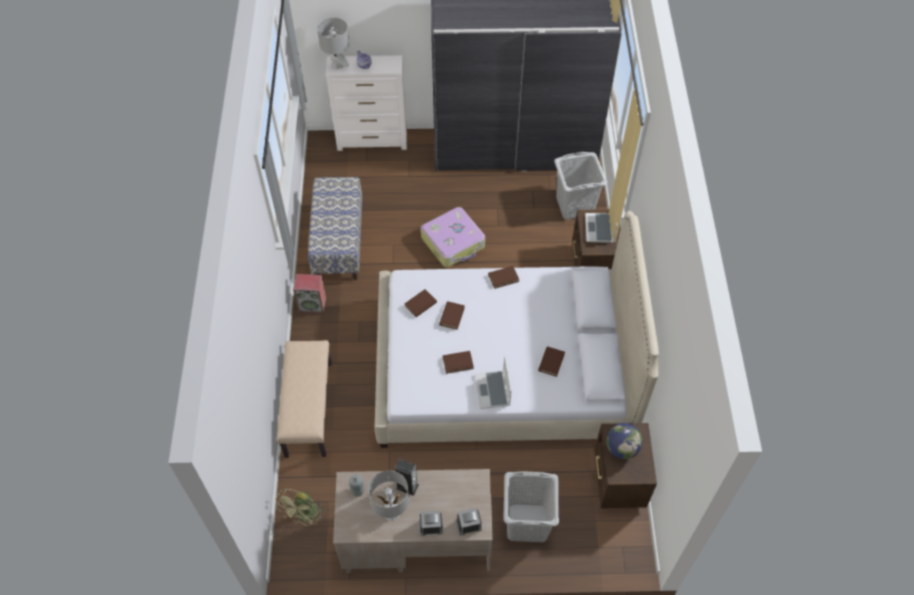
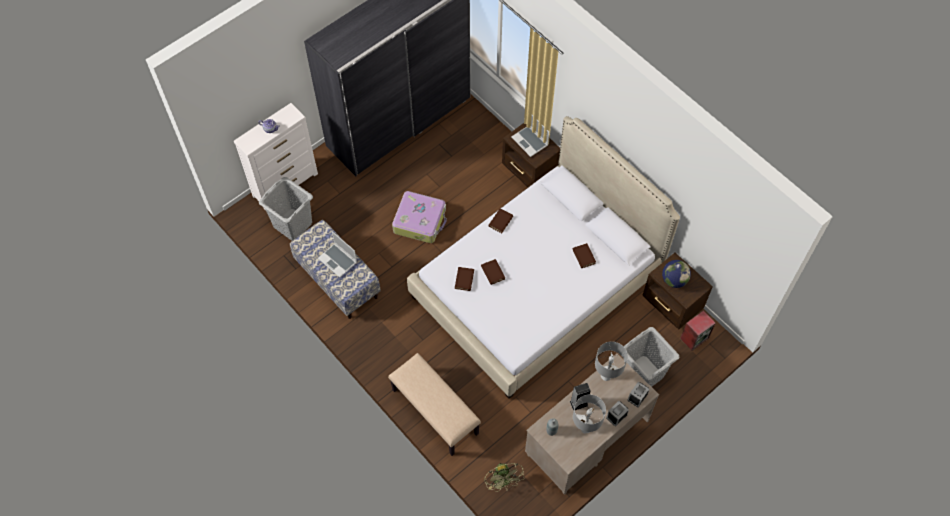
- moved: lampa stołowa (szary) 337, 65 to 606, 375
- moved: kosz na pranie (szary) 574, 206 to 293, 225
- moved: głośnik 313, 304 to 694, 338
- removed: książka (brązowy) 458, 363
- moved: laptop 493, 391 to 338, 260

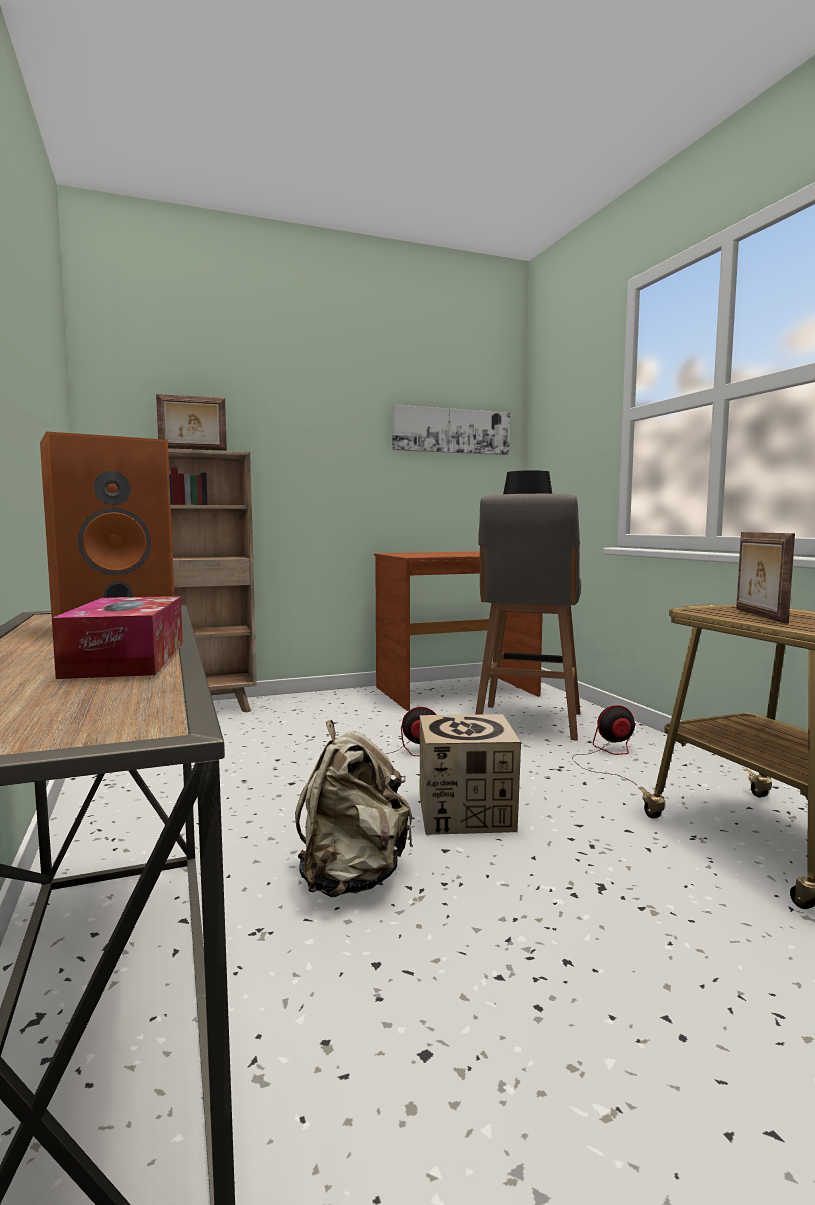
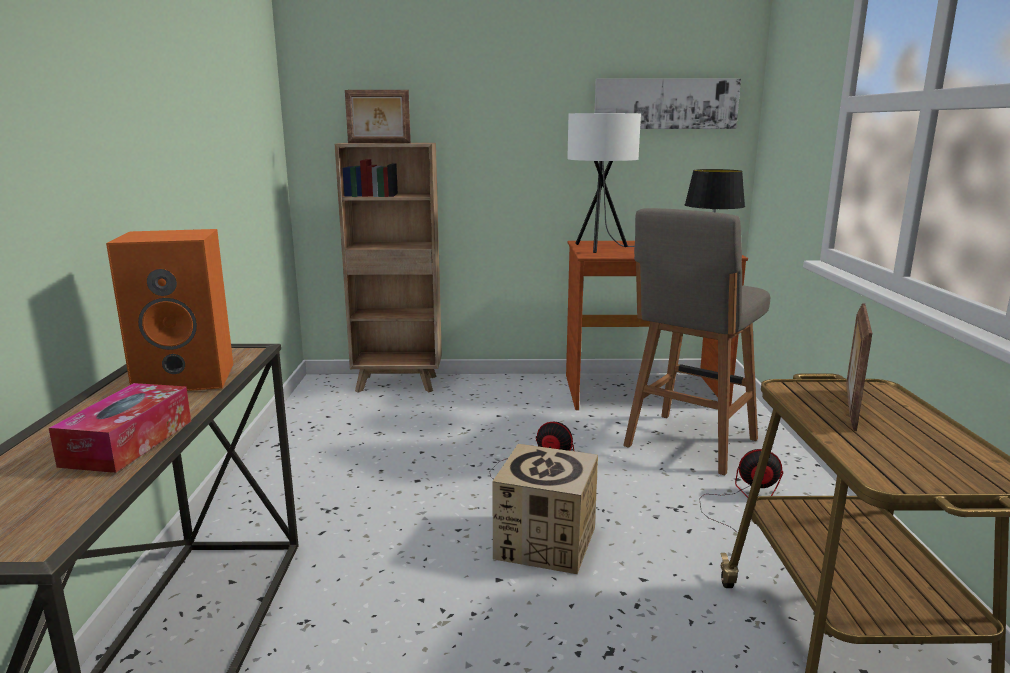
- removed: plecak (beżowy) 352, 877
- added: lampa stołowa (biały) 602, 249

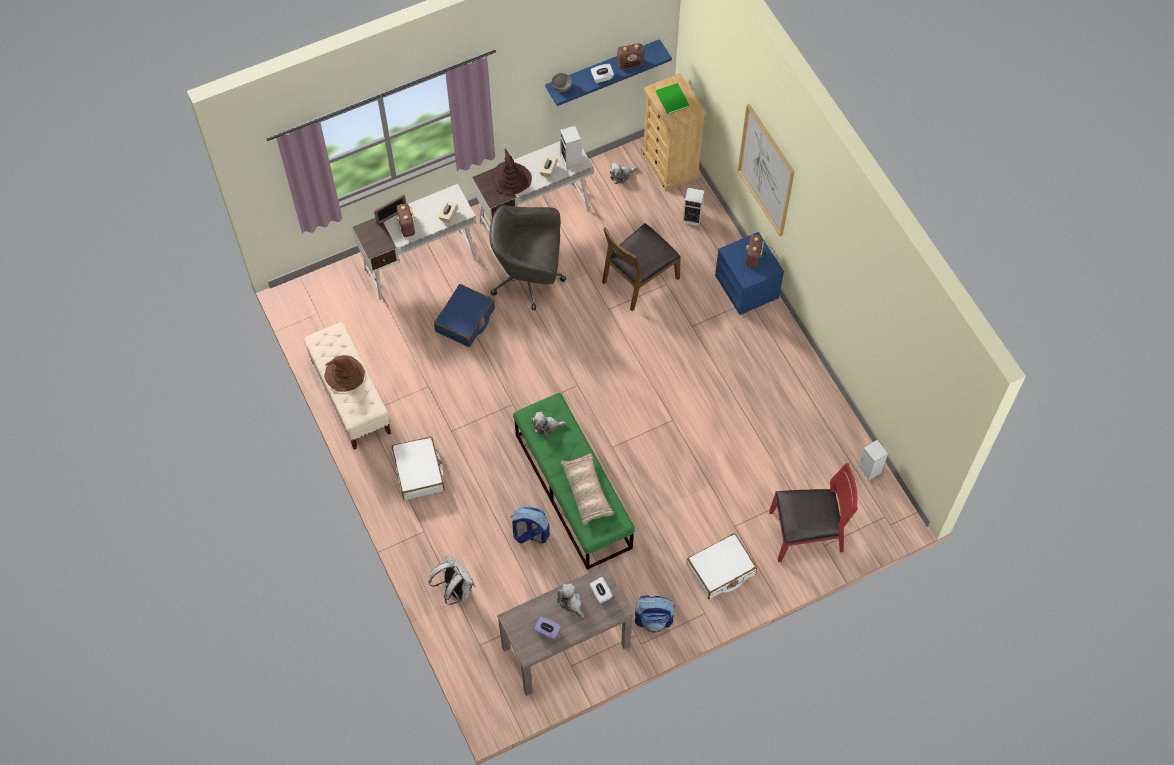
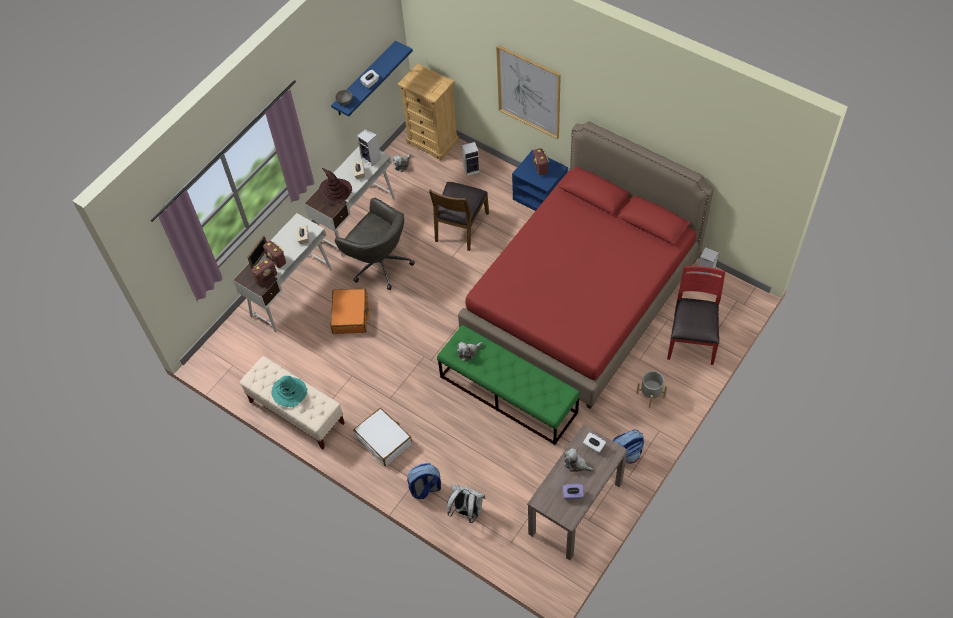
- moved: radio 630, 64 to 266, 278
- removed: książka (zielony) 672, 100
- turned: krzesło biurowe (szary) 529, 278 = 379, 263 120 degrees counterclockwise
- recoloured: walizka (niebieski) 465, 320 to walizka (pomarańczowy) 350, 315
- recoloured: kapelusz (brązowy) 344, 374 to kapelusz (turkusowy) 289, 392
- removed: poduszka 587, 491
- turned: krzesło (czerwony) 807, 533 = 692, 338 45 degrees counterclockwise
- moved: plecak 530, 534 to 425, 489
- replaced: walizka (biały) 721, 570 to donica (szary) 650, 395
- added: łóżko (czerwony) 581, 297

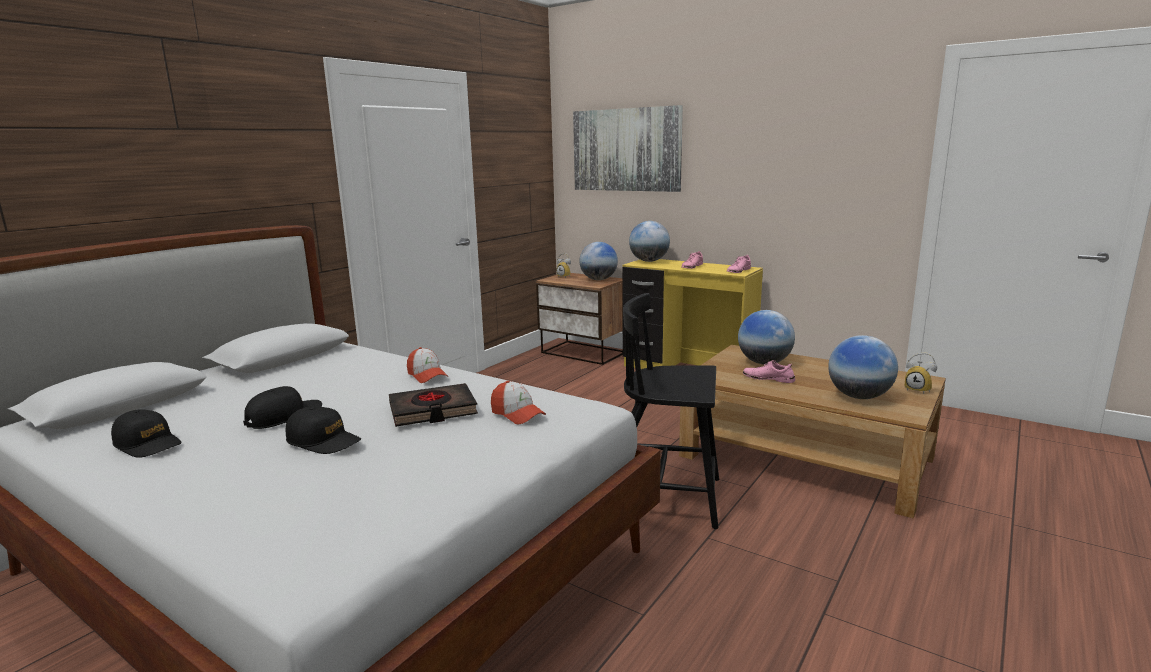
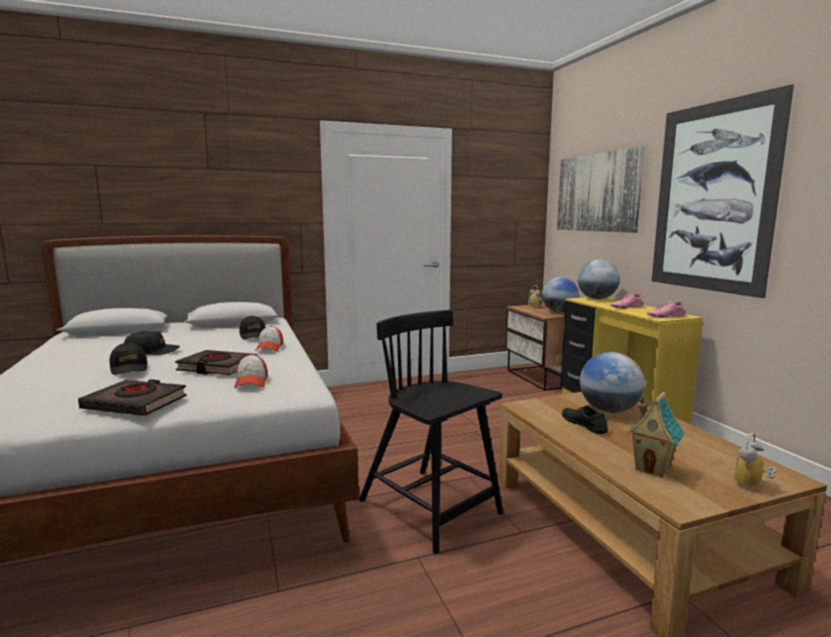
- replaced: globus 859, 396 to domek 653, 468
- turned: budzik 919, 390 = 752, 486 60 degrees clockwise
- recoloured: but (różowy) 768, 378 to but (czarny) 584, 424
- moved: czapka z daszkiem (czarny) 148, 444 to 253, 335
- added: obraz 712, 198
- added: książka (czarny) 135, 403

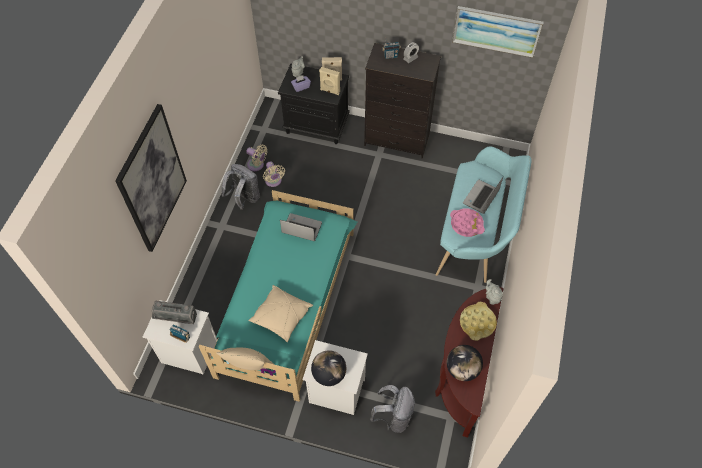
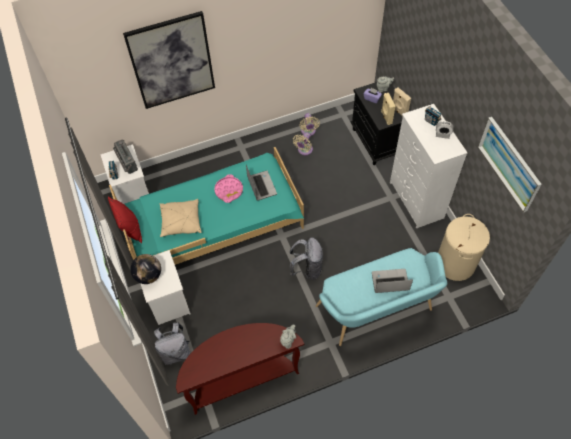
- recoloured: komoda (czarny) 397, 140 to komoda (biały) 416, 201
- moved: plecak (szary) 244, 198 to 307, 269
- moved: taca (różowy) 466, 224 to 229, 190
- removed: taca (żółty) 477, 323
- removed: globus 462, 369
- recoloured: poduszka (beżowy) 249, 366 to poduszka (czerwony) 130, 229
- added: kosz na pranie (beżowy) 455, 263

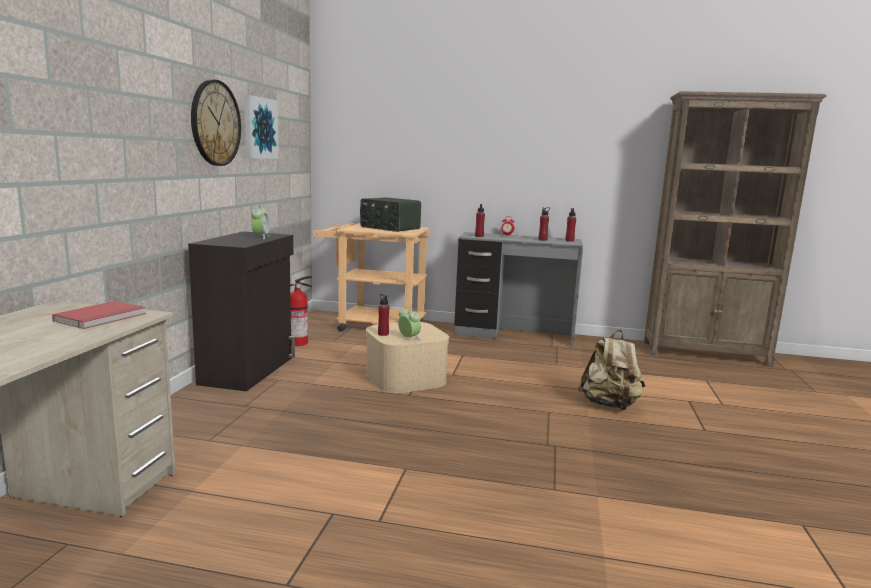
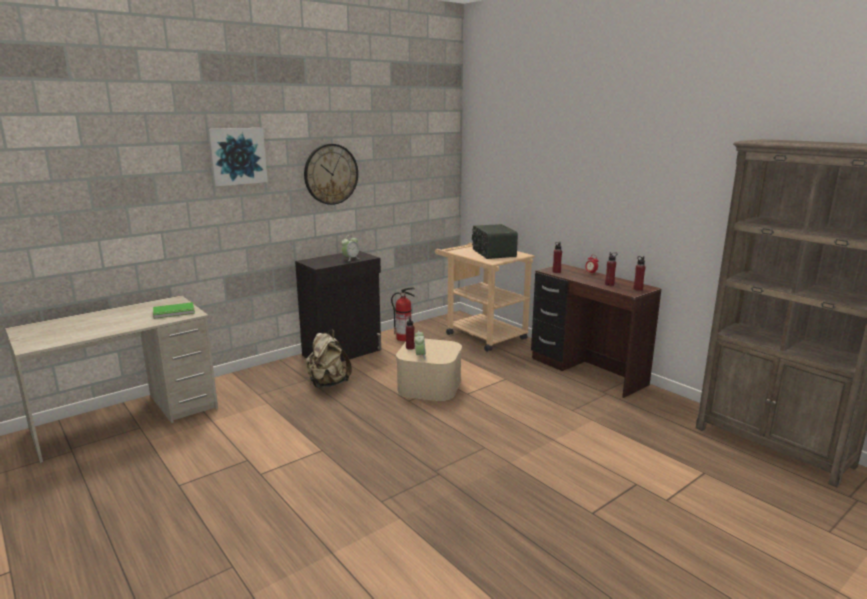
- moved: obraz 259, 128 to 237, 156
- recoloured: biurko (szary) 514, 335 to biurko (brązowy) 586, 372
- recoloured: książka (czerwony) 102, 318 to książka (zielony) 174, 312
- moved: plecak (beżowy) 609, 405 to 327, 384

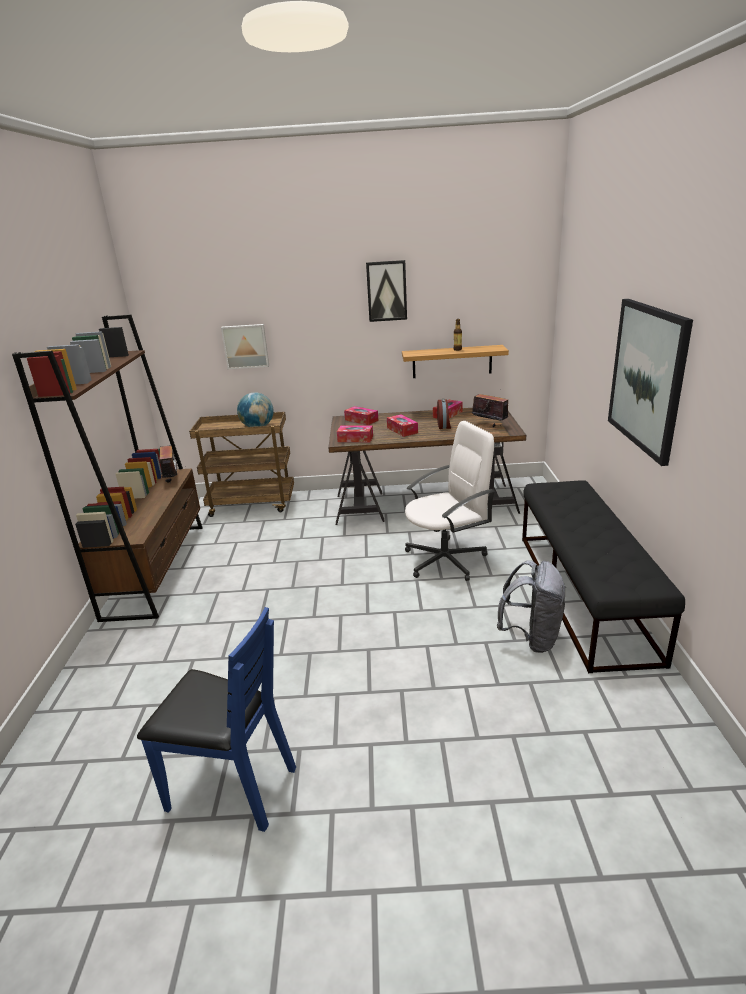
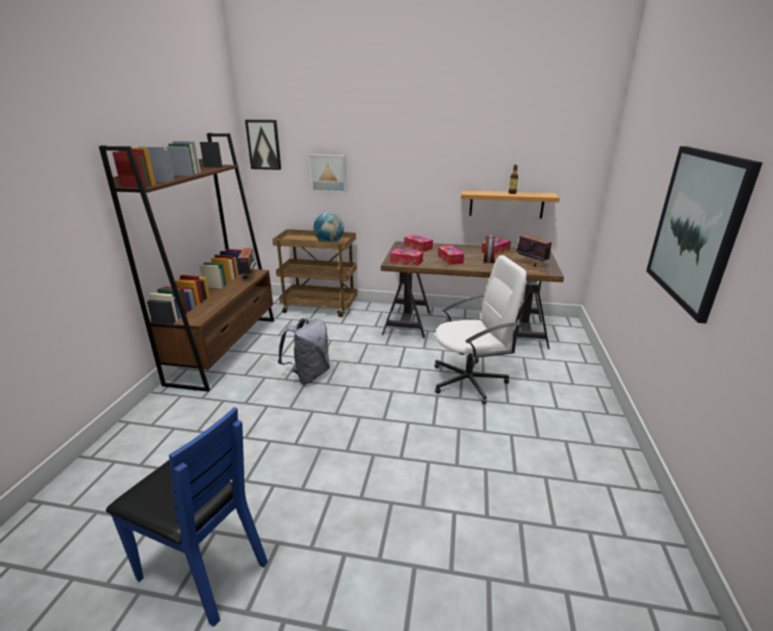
- moved: obraz 386, 291 to 264, 144
- removed: ławka (czarny) 584, 593
- moved: plecak (szary) 532, 638 to 309, 375

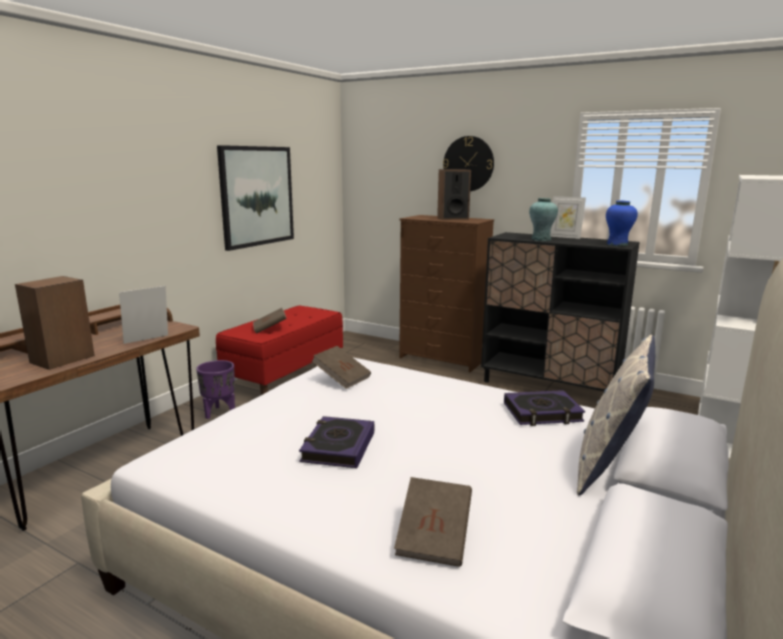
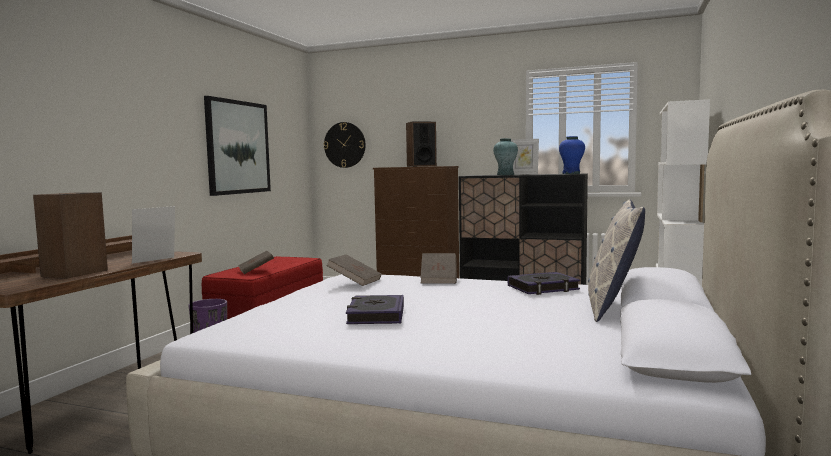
- moved: zegar ścienny 468, 164 to 345, 145
- moved: książka (brązowy) 434, 538 to 439, 279

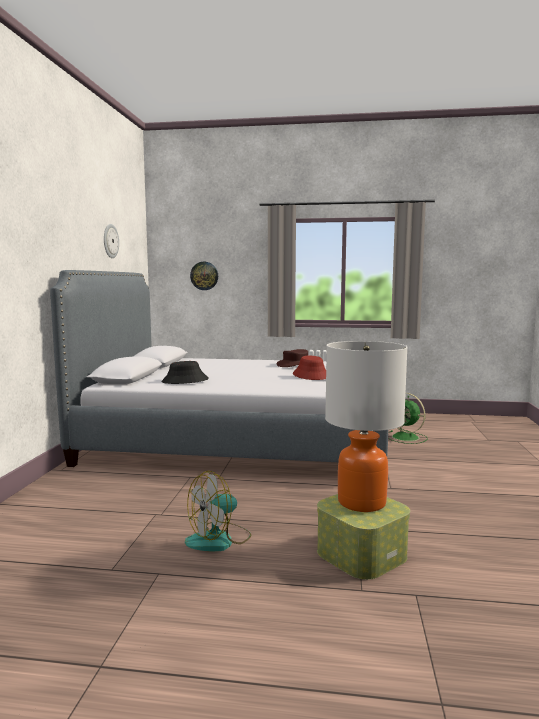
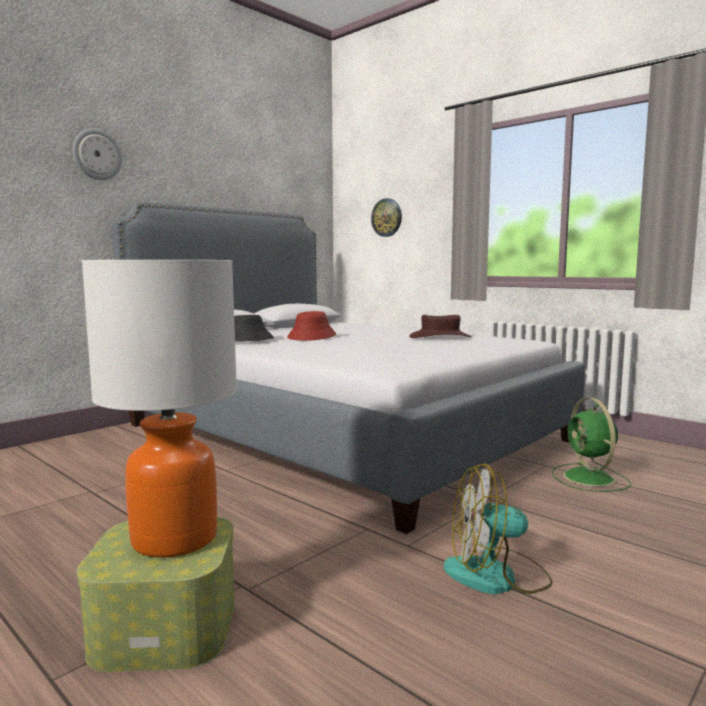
- moved: zegar ścienny 110, 241 to 97, 154
- moved: kapelusz (czerwony) 311, 375 to 312, 336
- moved: wentylator 219, 539 to 496, 576

